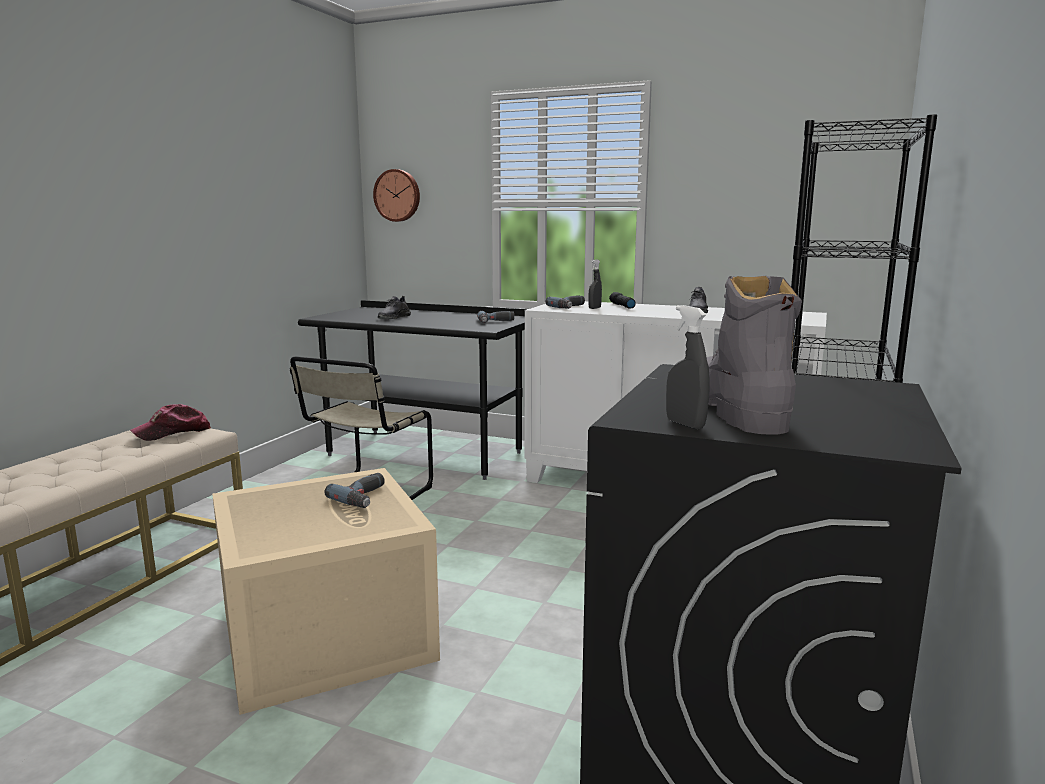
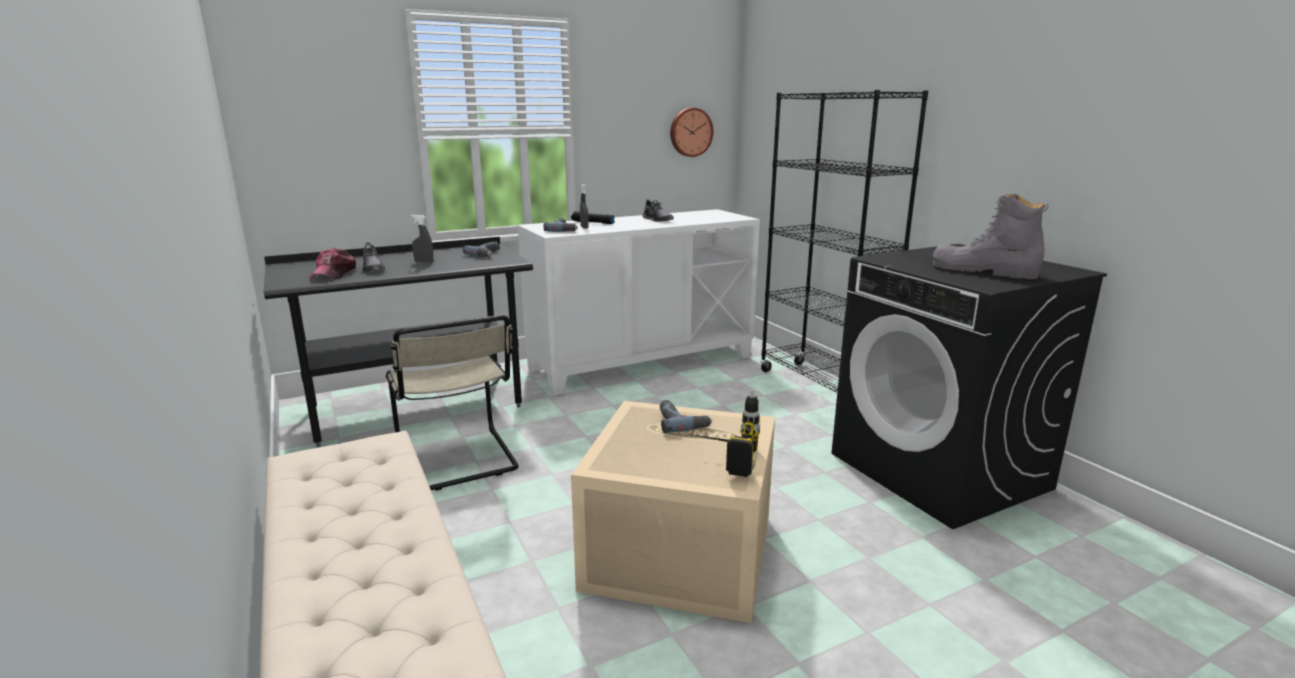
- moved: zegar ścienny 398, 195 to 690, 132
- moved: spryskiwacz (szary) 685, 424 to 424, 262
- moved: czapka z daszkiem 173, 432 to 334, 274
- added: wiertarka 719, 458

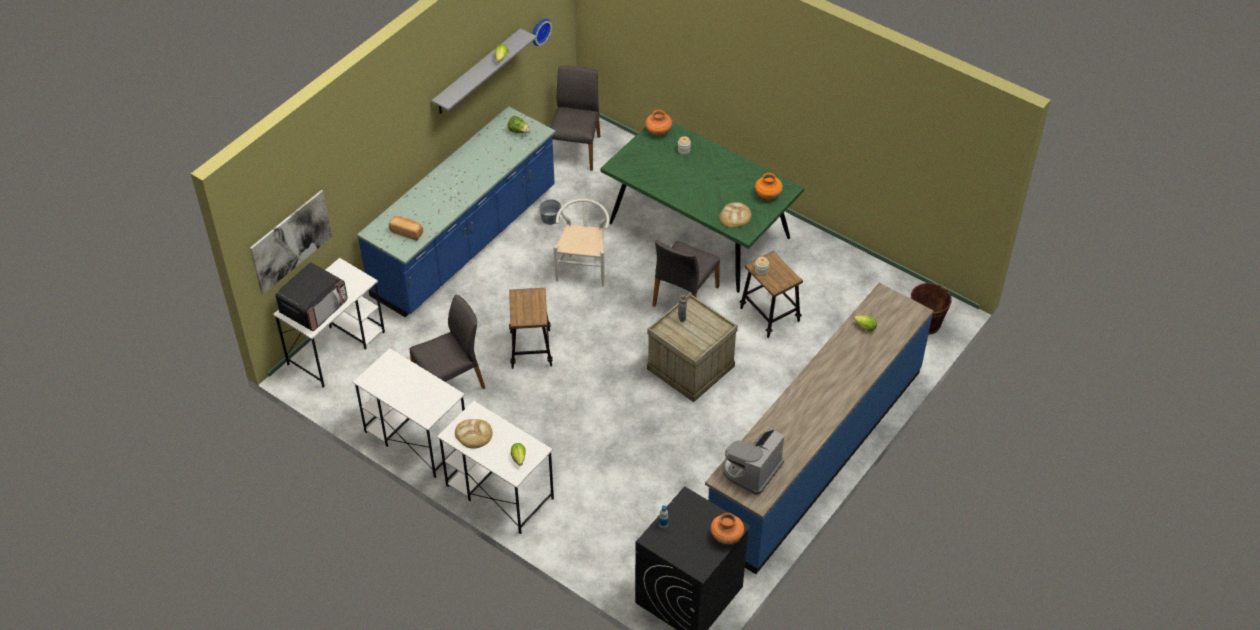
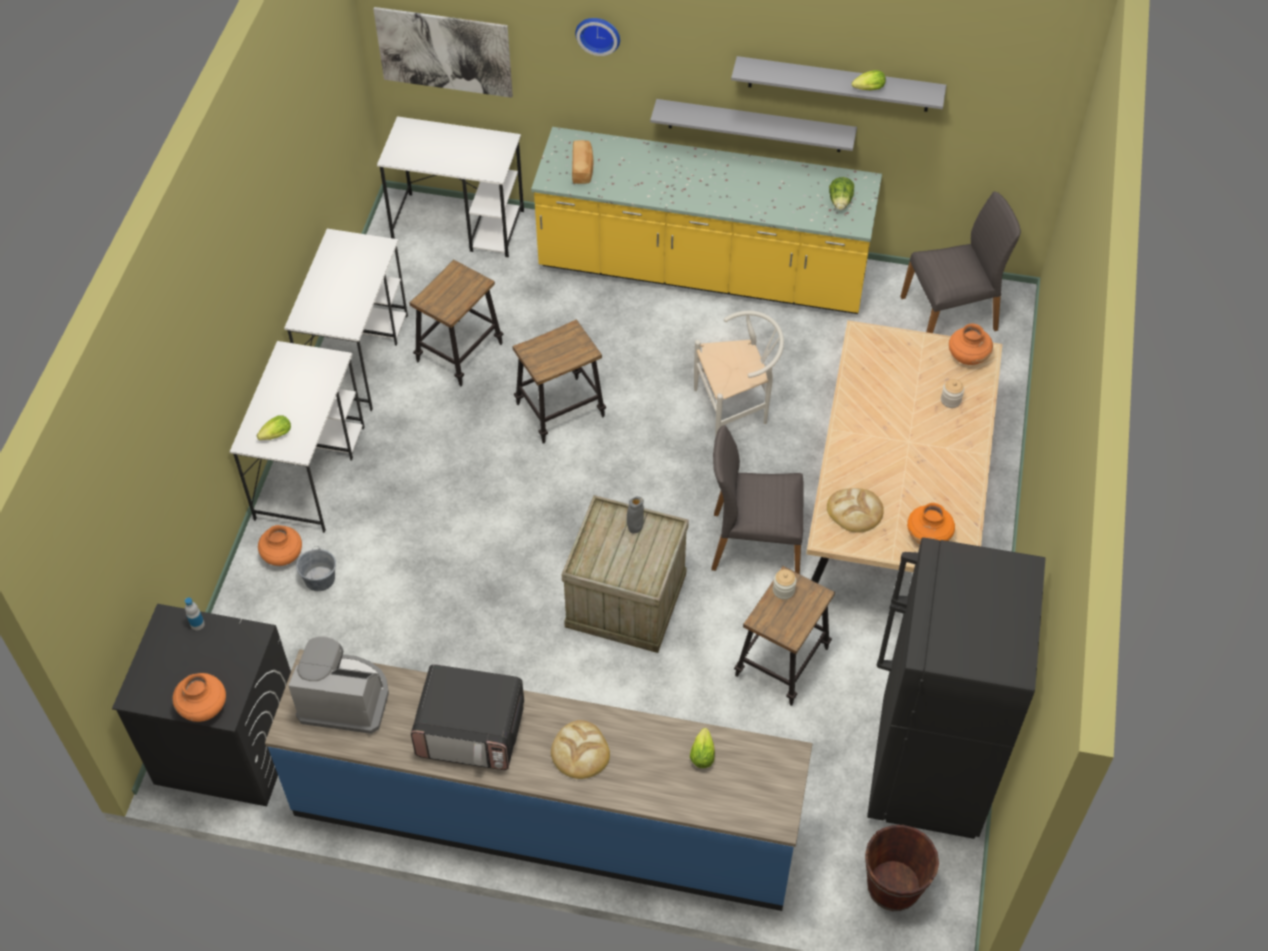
- moved: zegar ścienny 539, 31 to 598, 33
- recoloured: zabudowa kuchenna (niebieski) 465, 242 to zabudowa kuchenna (żółty) 703, 271
- recoloured: stół jadalny (zielony) 700, 230 to stół jadalny (beżowy) 894, 514
- moved: wiadro (szary) 550, 218 to 319, 579
- moved: mikrofalówka 314, 307 to 472, 731
- replaced: krzesło (szary) 450, 383 to stołek 459, 352
- moved: chleb 474, 434 to 580, 752
- added: półka (szary) 755, 126
- added: wazon (pomarańczowy) 283, 556
- added: lodówka (czarny) 927, 771

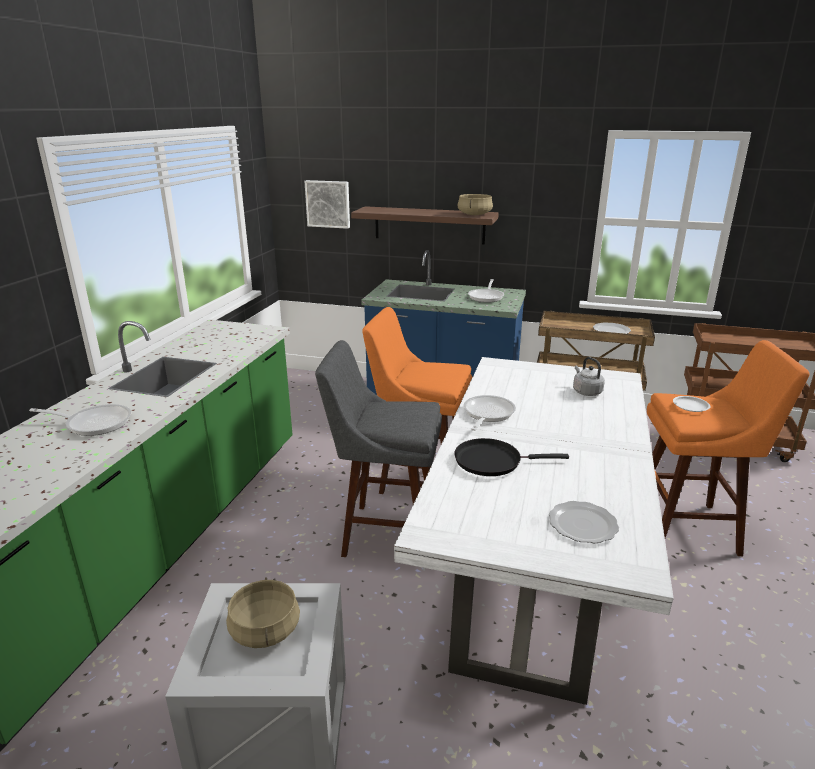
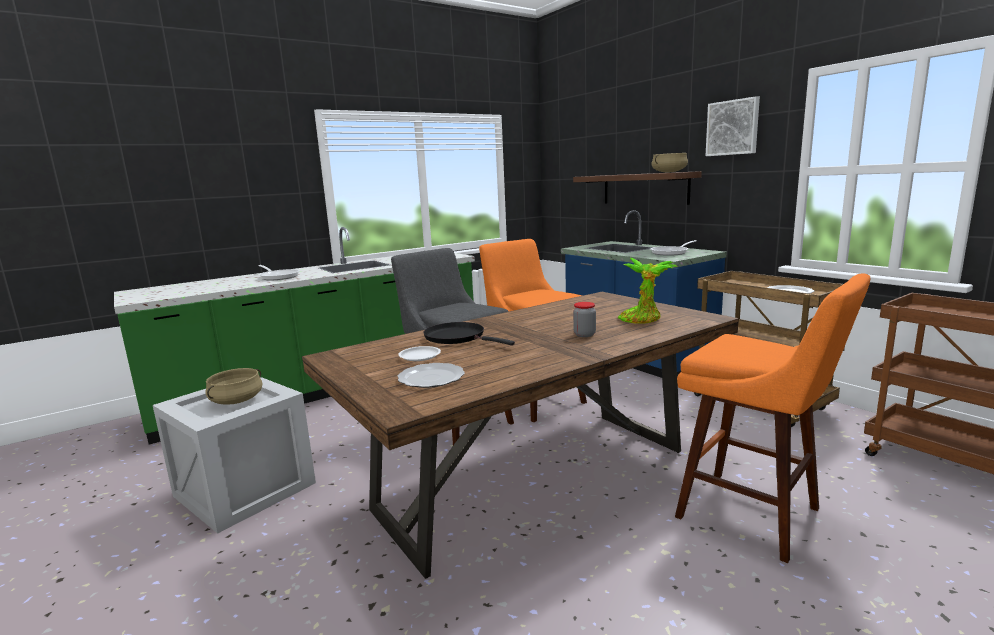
- moved: obraz 328, 204 to 733, 127
- recoloured: stół jadalny (biały) 532, 564 to stół jadalny (brązowy) 536, 479
- replaced: czajnik (szary) 586, 391 to roślina doniczkowa 643, 319
- removed: patelnia 487, 414
- moved: talerz (biały) 690, 406 to 419, 356
- added: słoik 584, 334

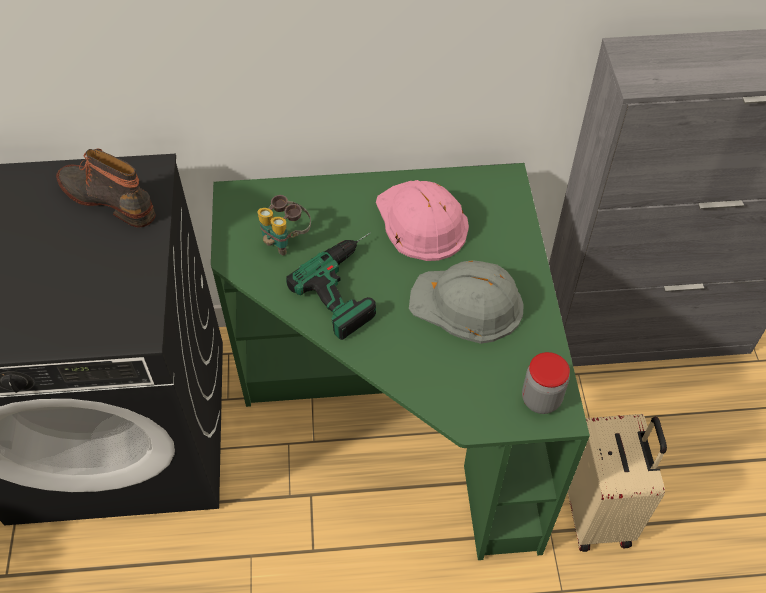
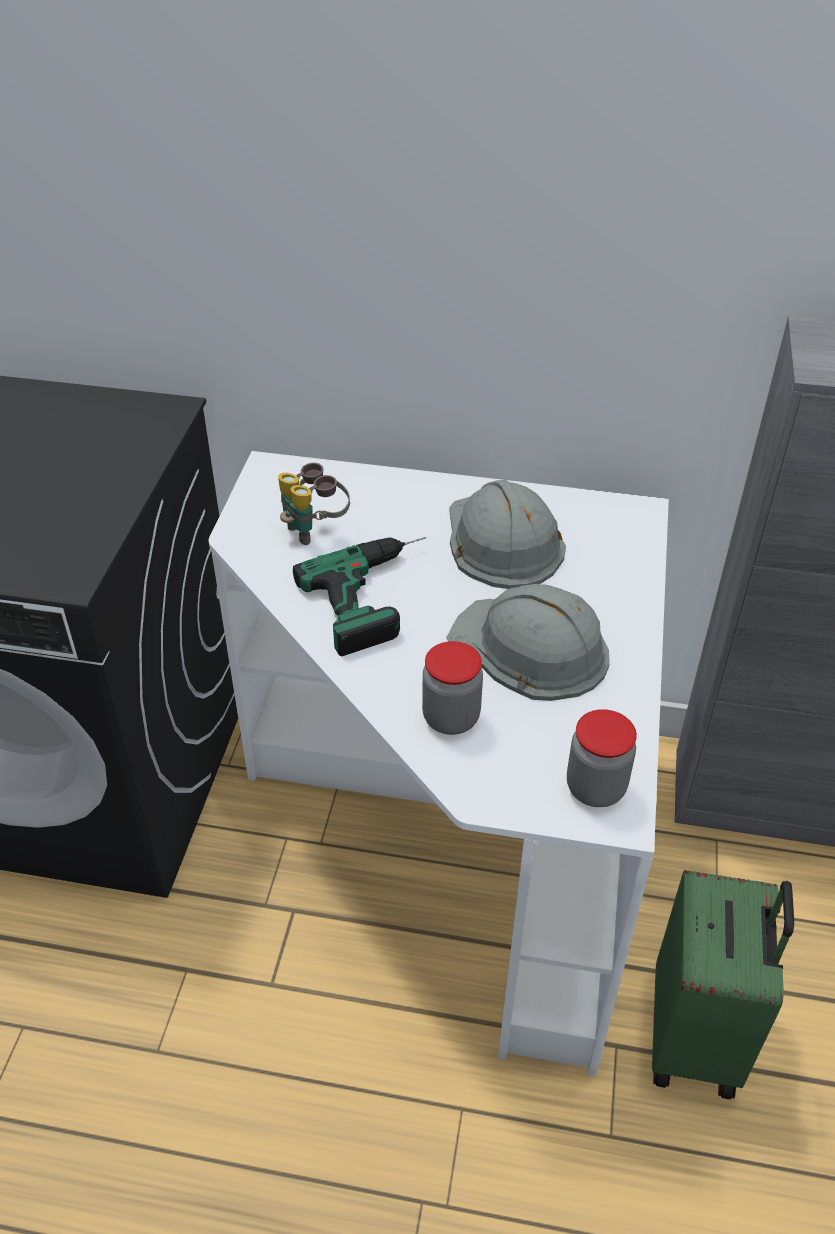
- removed: but z cholewką 109, 199
- recoloured: biurko (zielony) 400, 414 to biurko (biały) 448, 835
- recoloured: kask (różowy) 421, 221 to kask (szary) 501, 540
- recoloured: walizka (beżowy) 598, 512 to walizka (zielony) 697, 1037
- added: słoik 451, 718

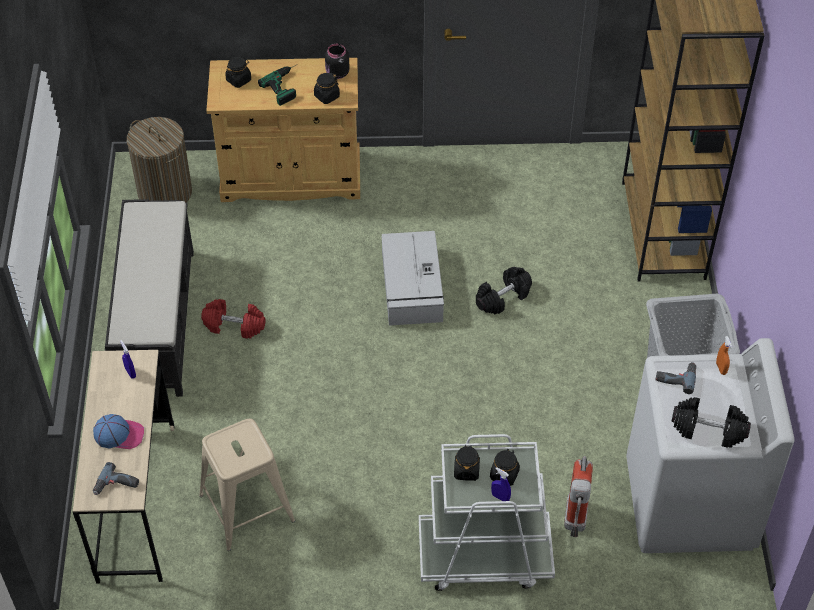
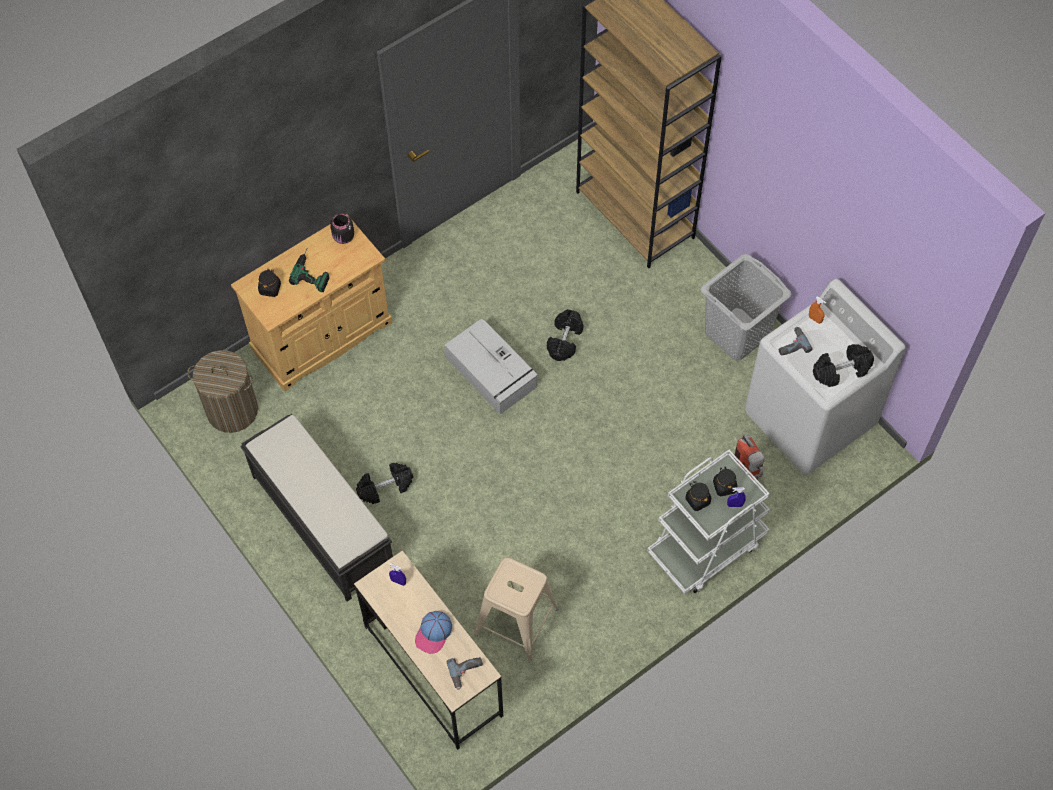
- removed: słoik (czarny) 326, 96
- recoloured: hantel (czerwony) 234, 325 to hantel (czarny) 385, 487
- turned: czapka z daszkiem 119, 434 = 433, 633 150 degrees clockwise

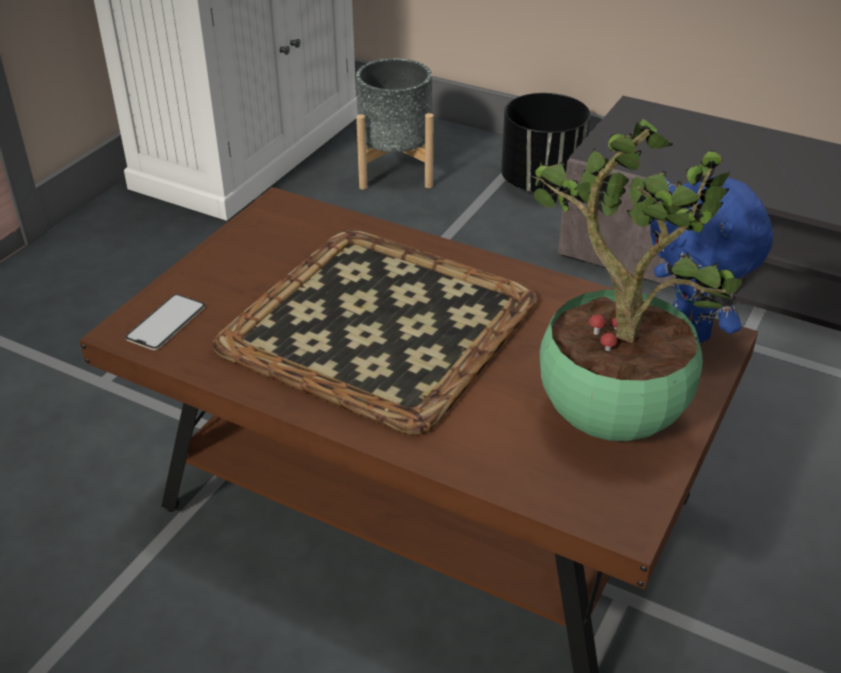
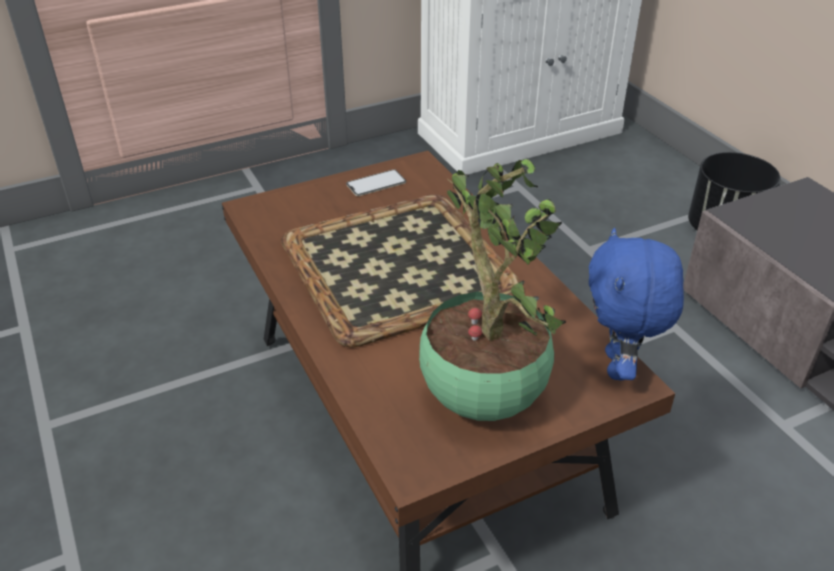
- removed: donica (szary) 394, 170
- moved: telefon 166, 322 to 376, 183

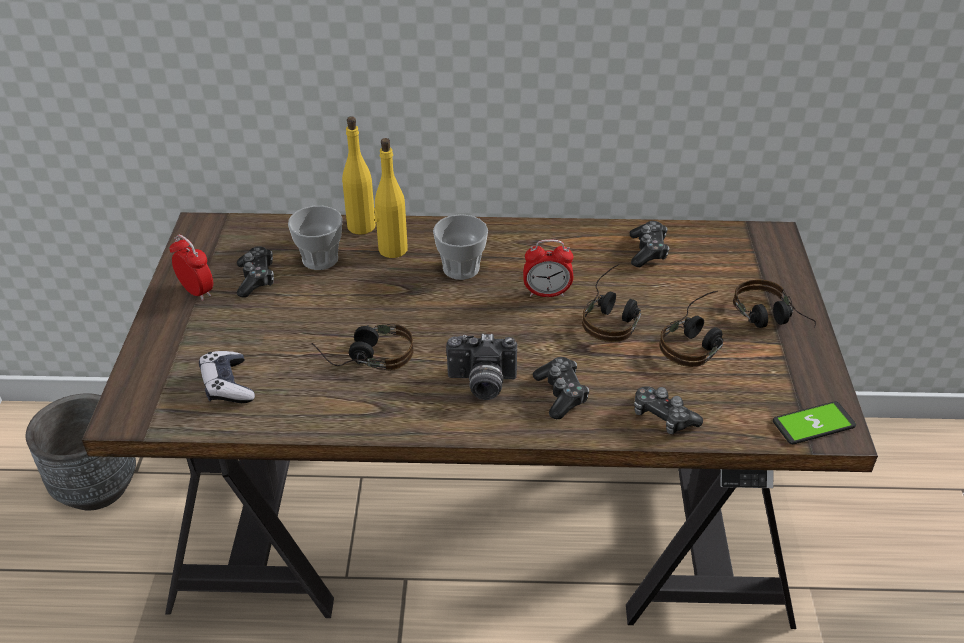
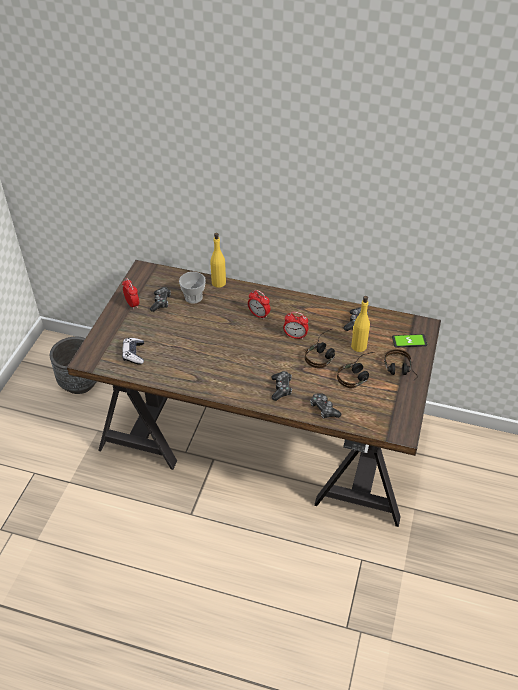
- moved: butelka (żółty) 392, 249 to 358, 346
- replaced: filiżanka 461, 268 to budzik 259, 315
- removed: słuchawki 365, 356
- removed: aparat fotograficzny 481, 384
- moved: telefon 813, 424 to 409, 341

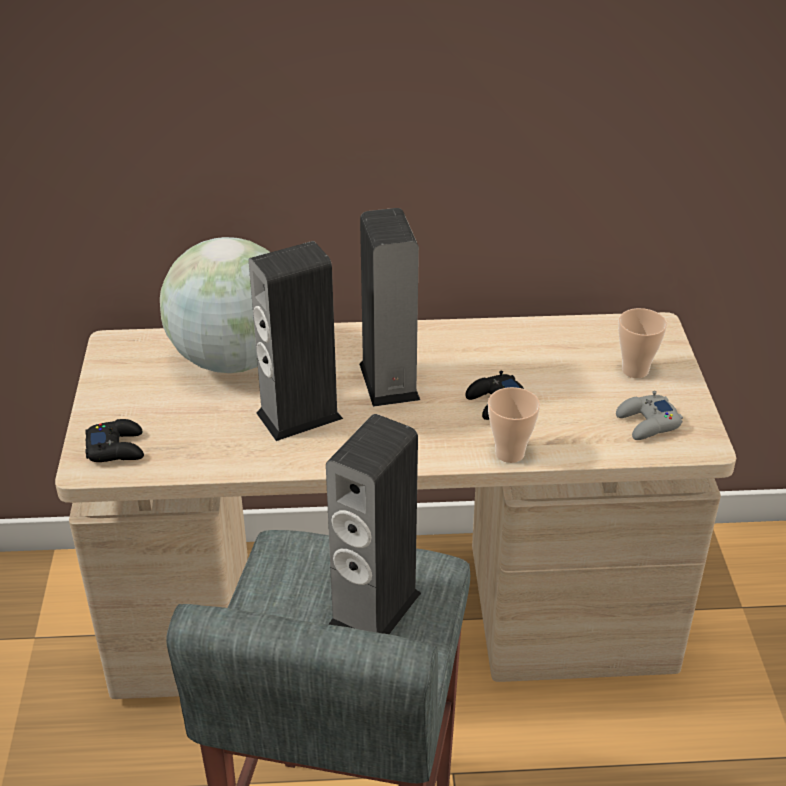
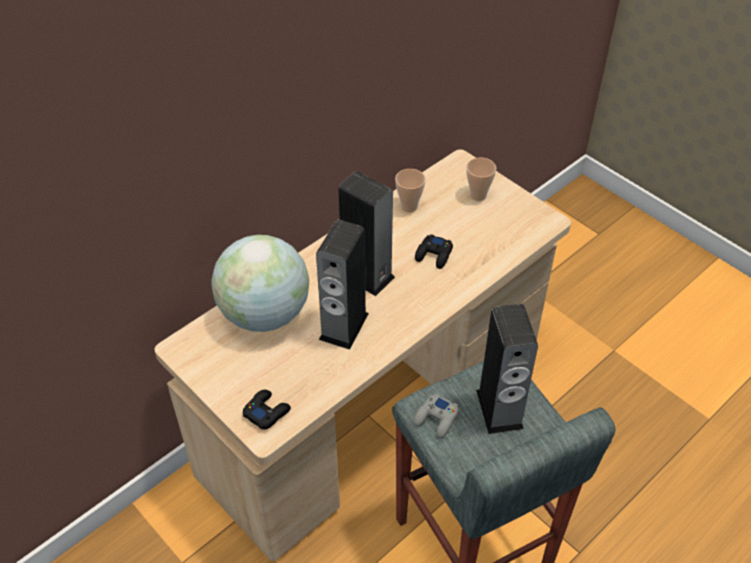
- moved: filiżanka 509, 453 to 409, 206
- moved: pad do gier (szary) 647, 423 to 436, 419

